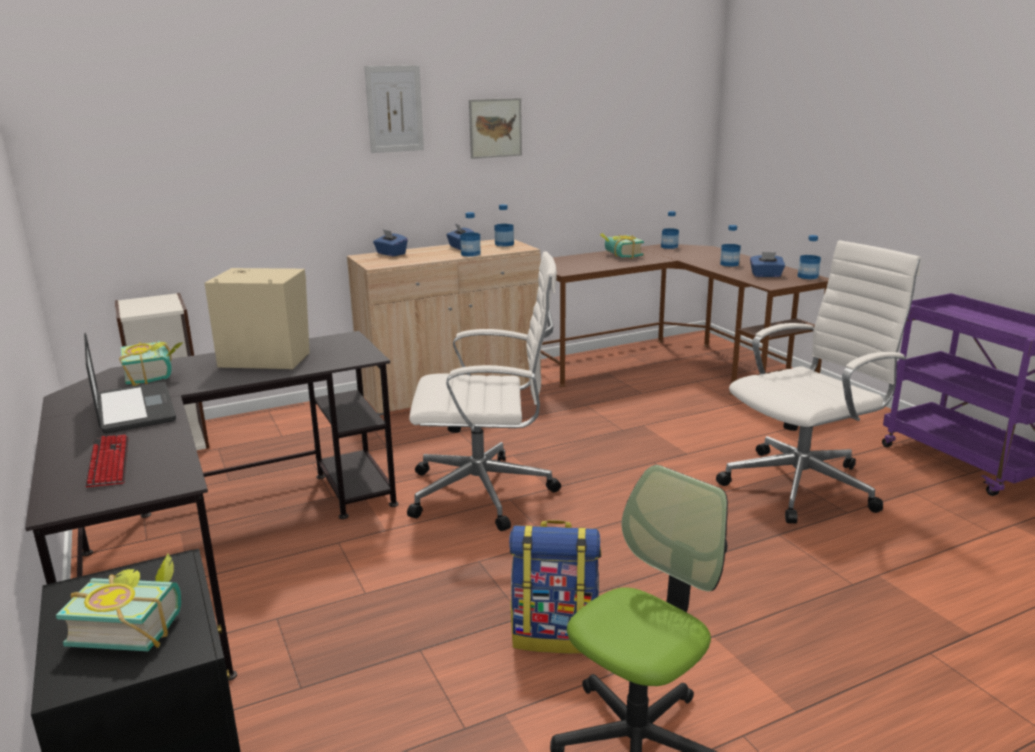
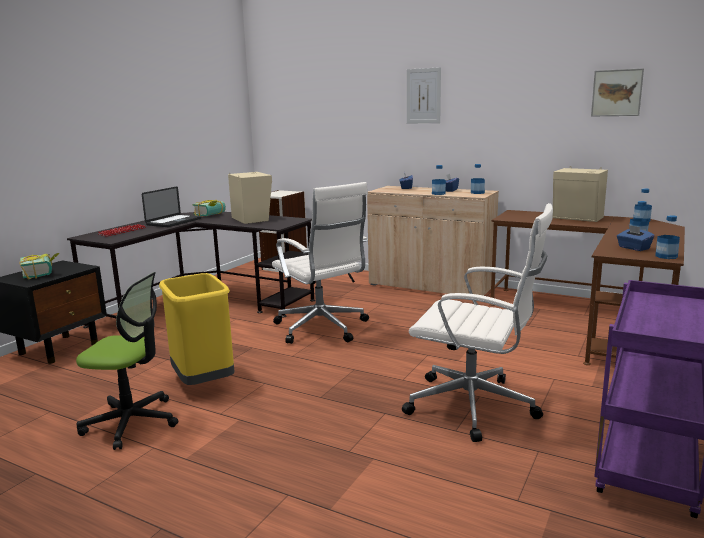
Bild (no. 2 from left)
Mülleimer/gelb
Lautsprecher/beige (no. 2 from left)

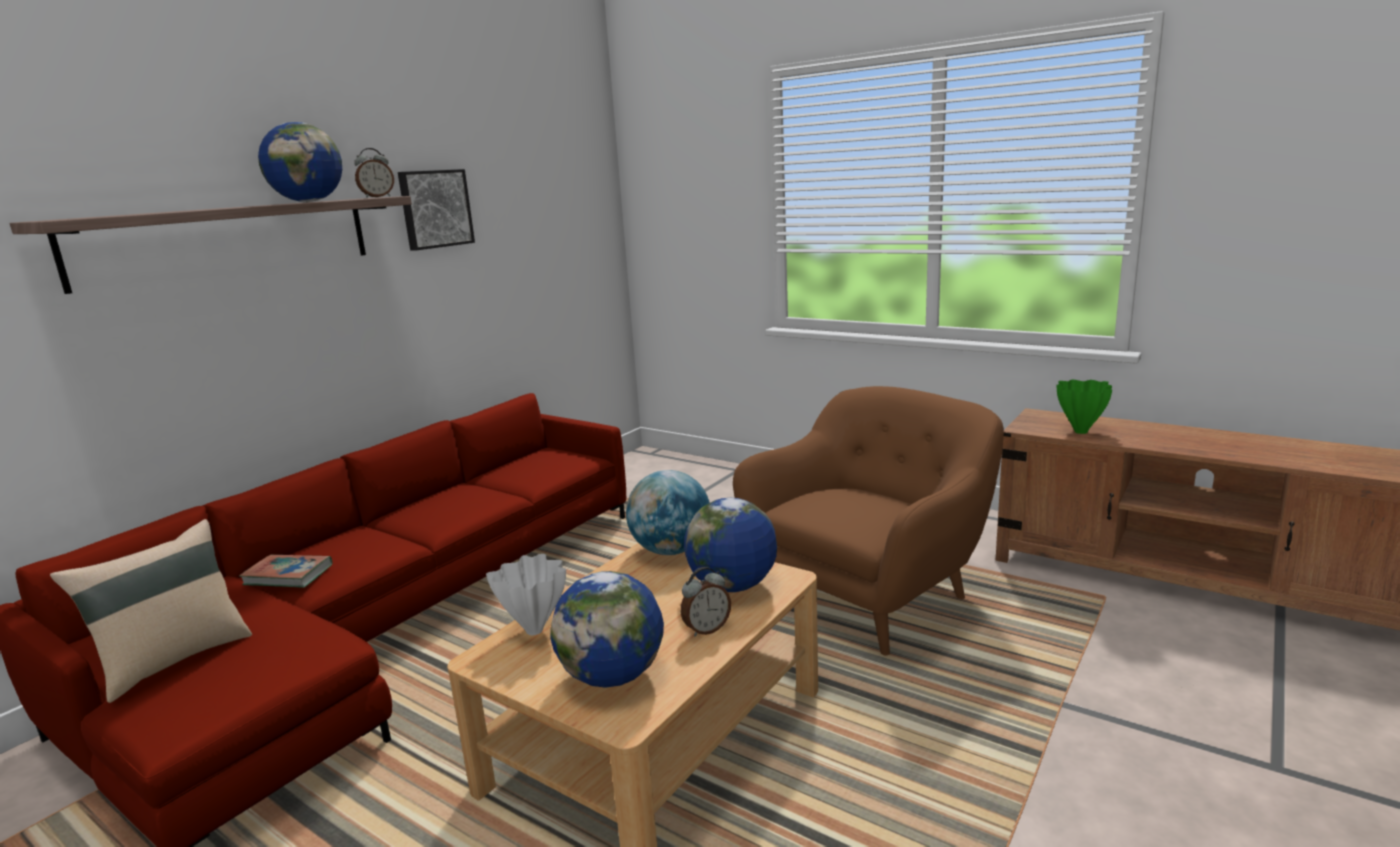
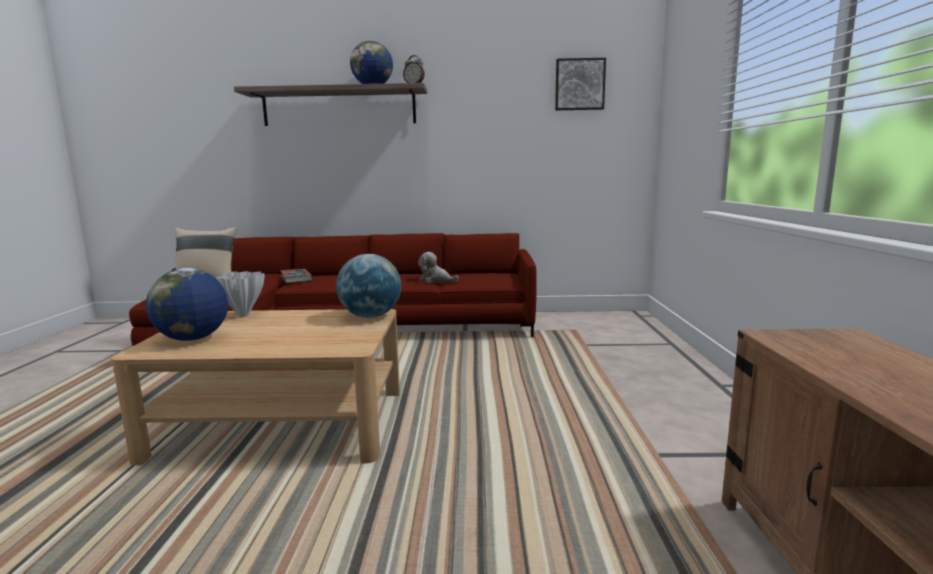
Wecker (no. 2 from left in the first image)
Globus (no. 4 from left in the first image)
Sessel/braun
Vase/grün
Plüschtier
Bild

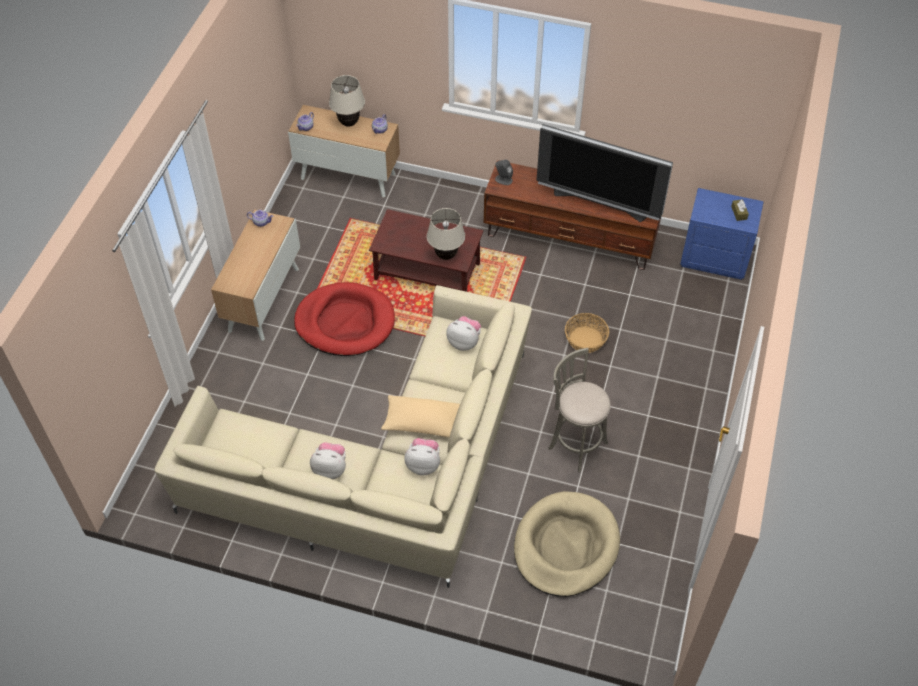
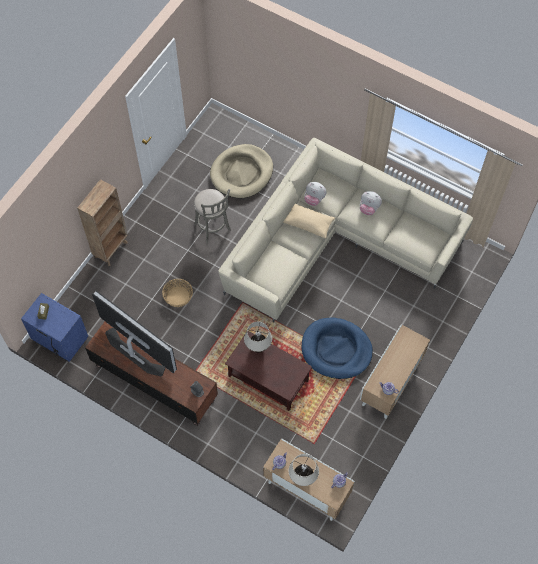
Plüschtier (no. 3 from left in the first image)
Bücherregal/braun
Hundebett/blau

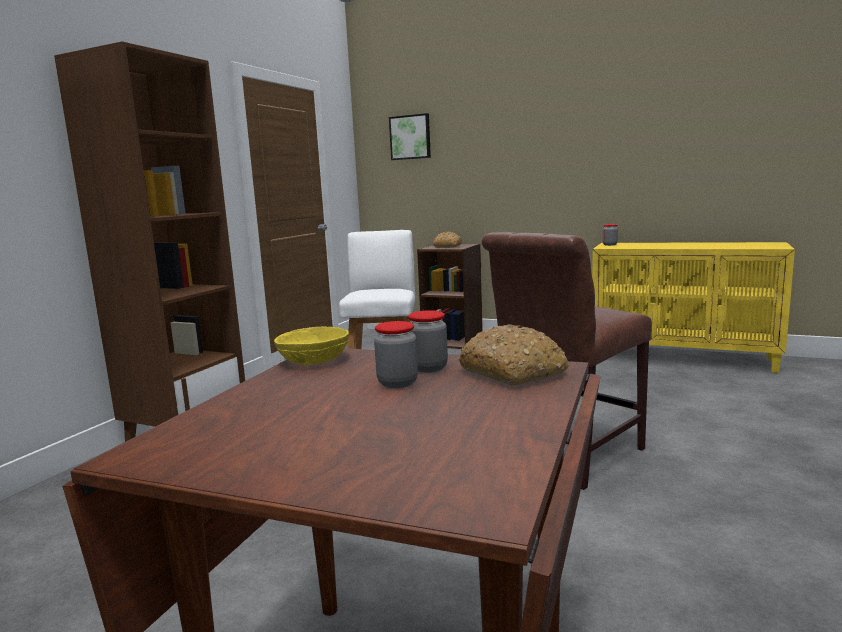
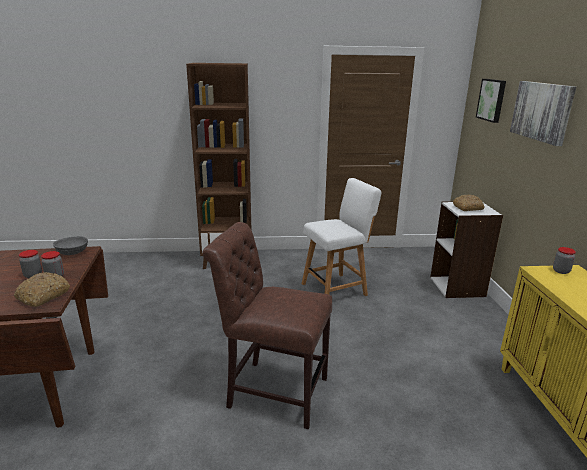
Bild (no. 2 from left)
Schüssel/grau
Bücherregal/weiß

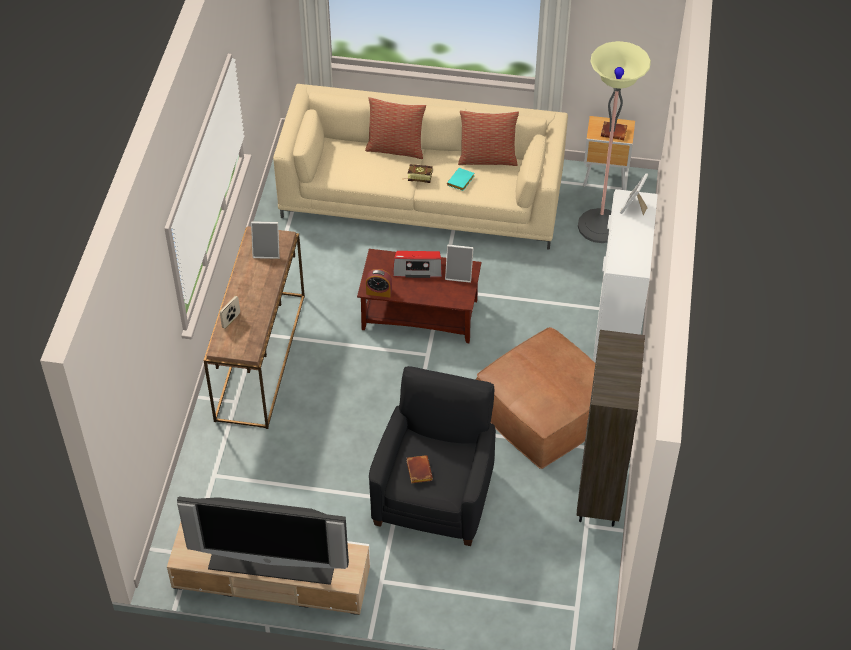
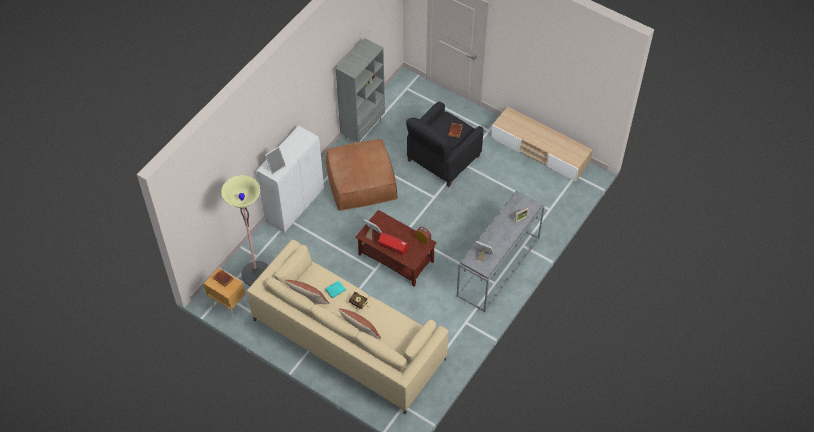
Fernseher
Konsolentisch/grau
Bücherregal/grau

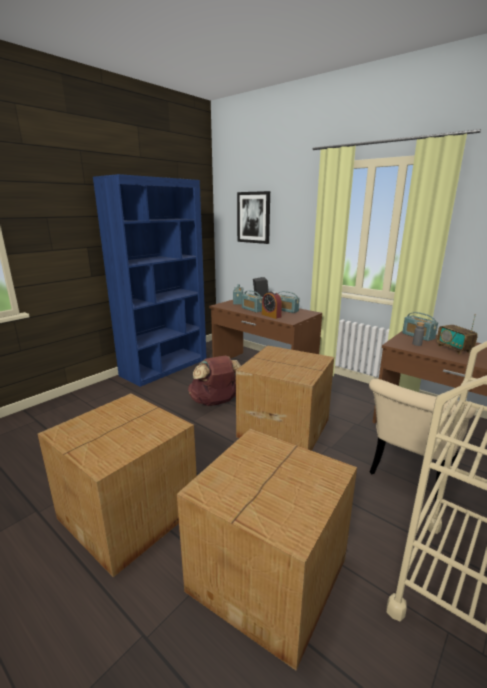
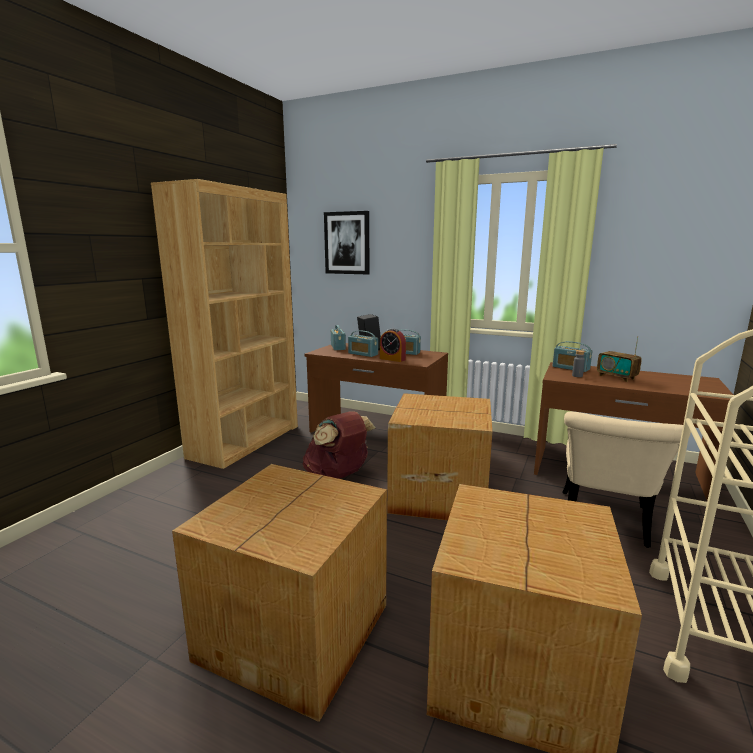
Bücherregal/braun

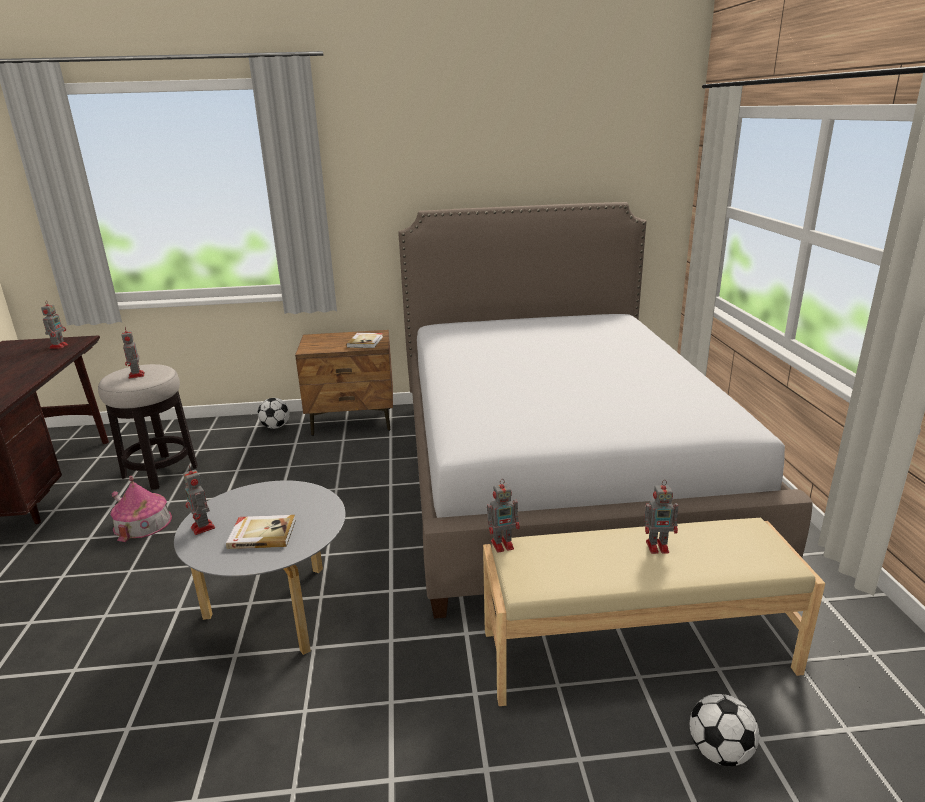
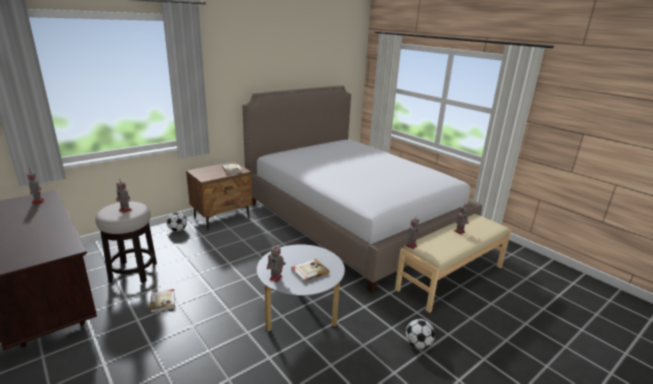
Fußball (no. 2 from left)
Buch (no. 1 from left)

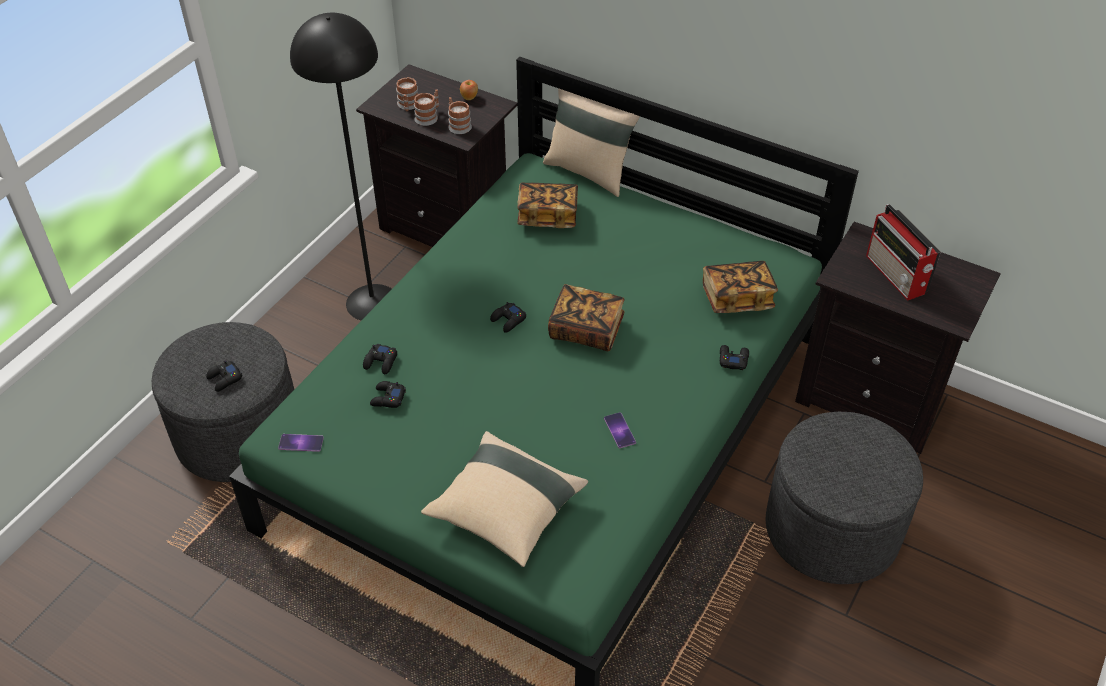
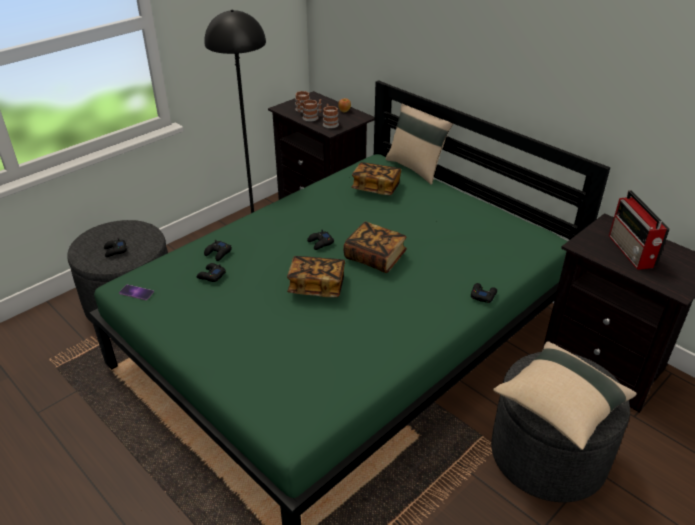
Handy (no. 2 from left in the first image)
Kissen/beige (no. 2 from left)
Buch (no. 1 from left)

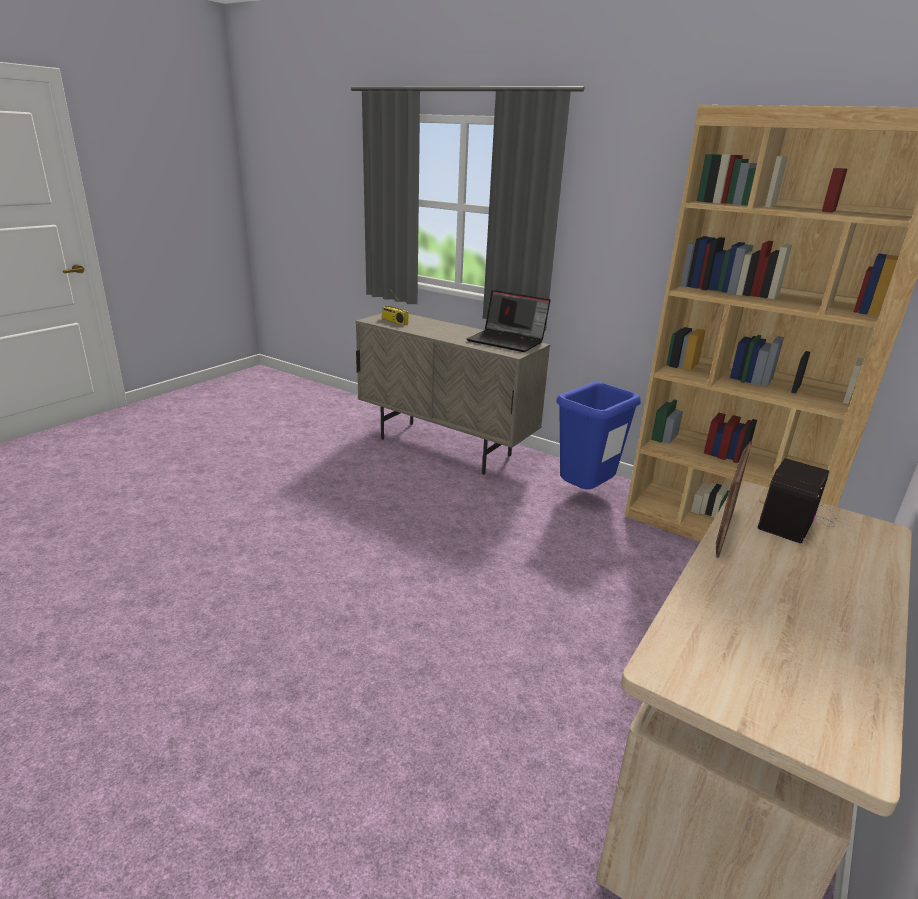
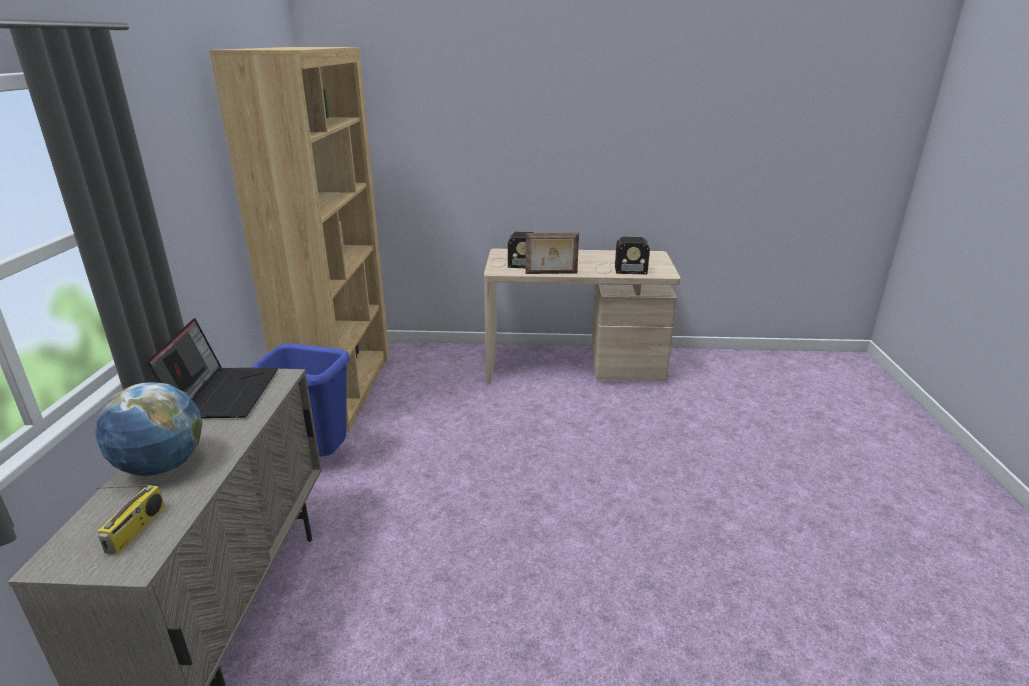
Globus
Radio (no. 3 from left)

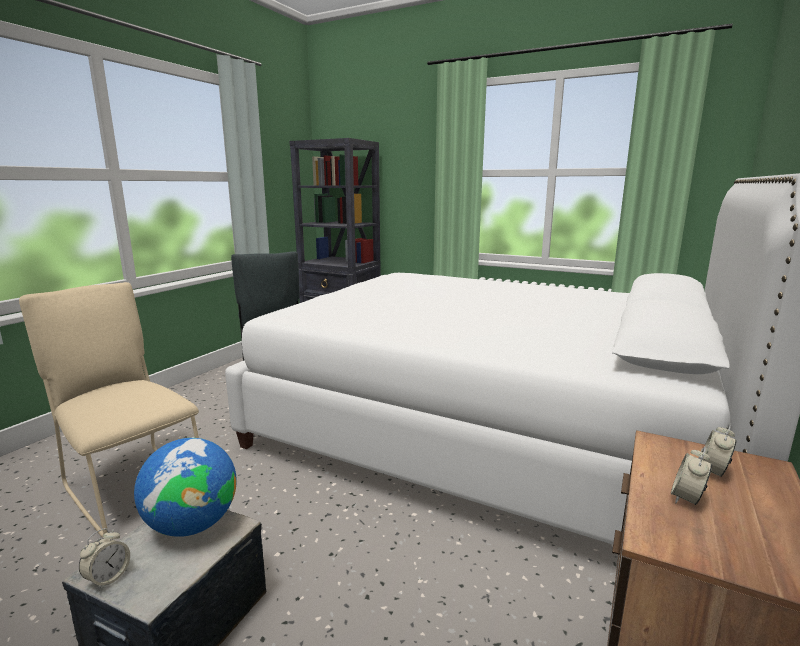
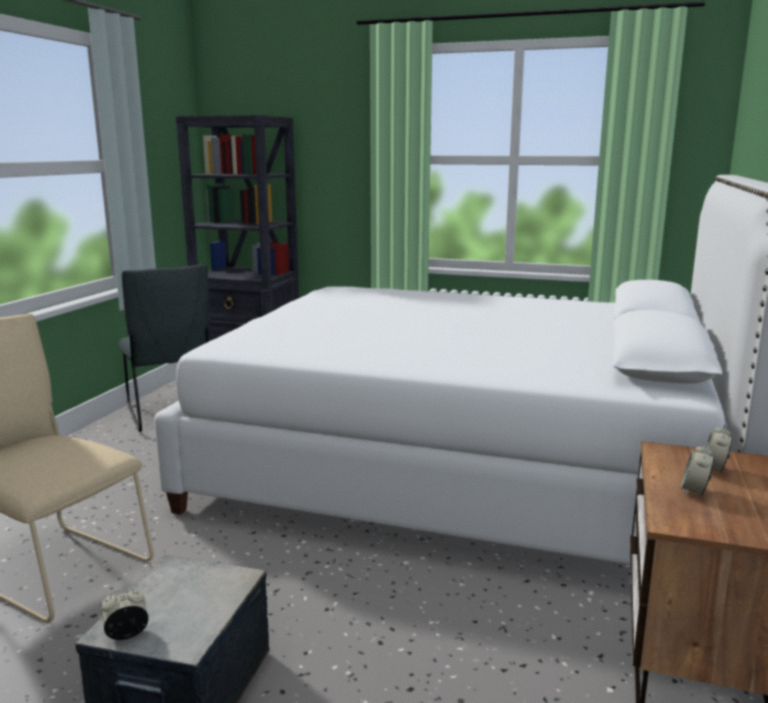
Globus
Wecker (no. 1 from left)

